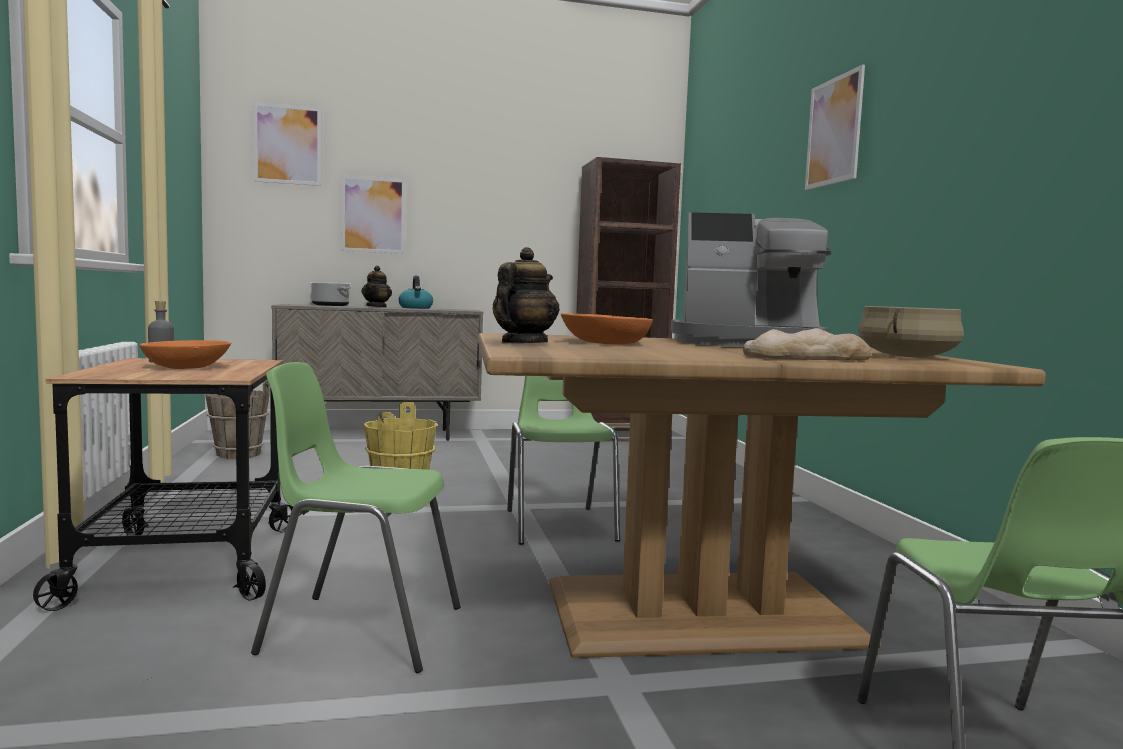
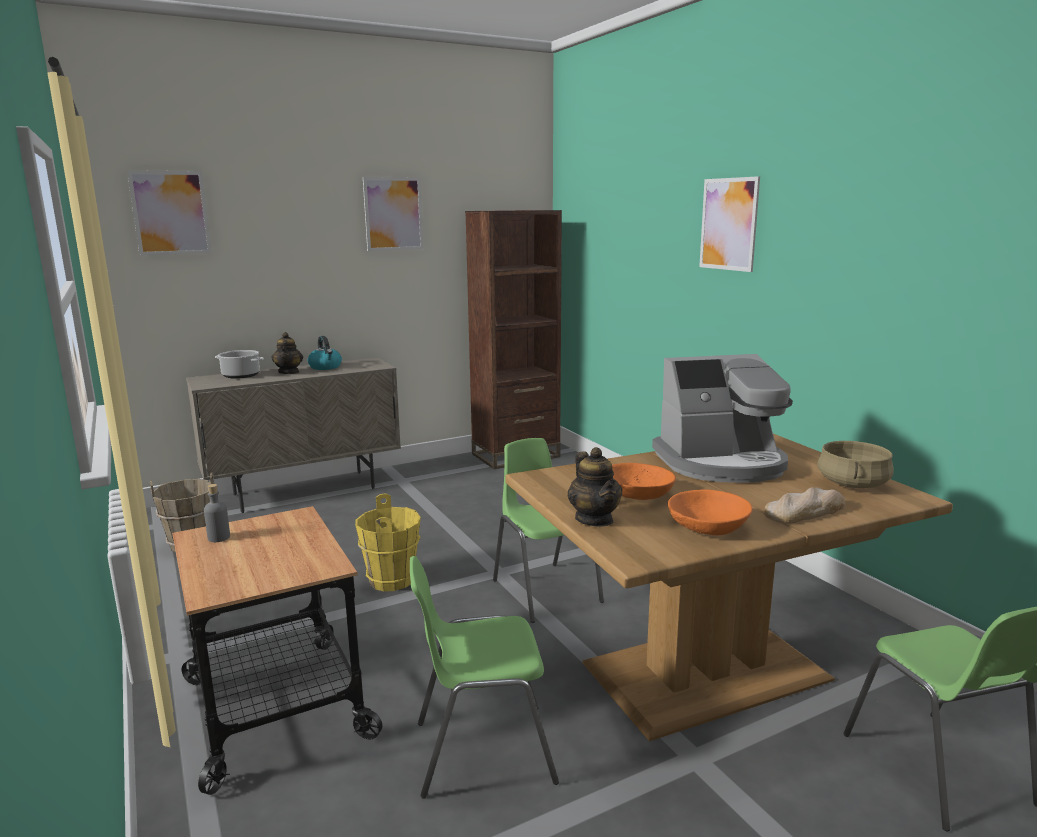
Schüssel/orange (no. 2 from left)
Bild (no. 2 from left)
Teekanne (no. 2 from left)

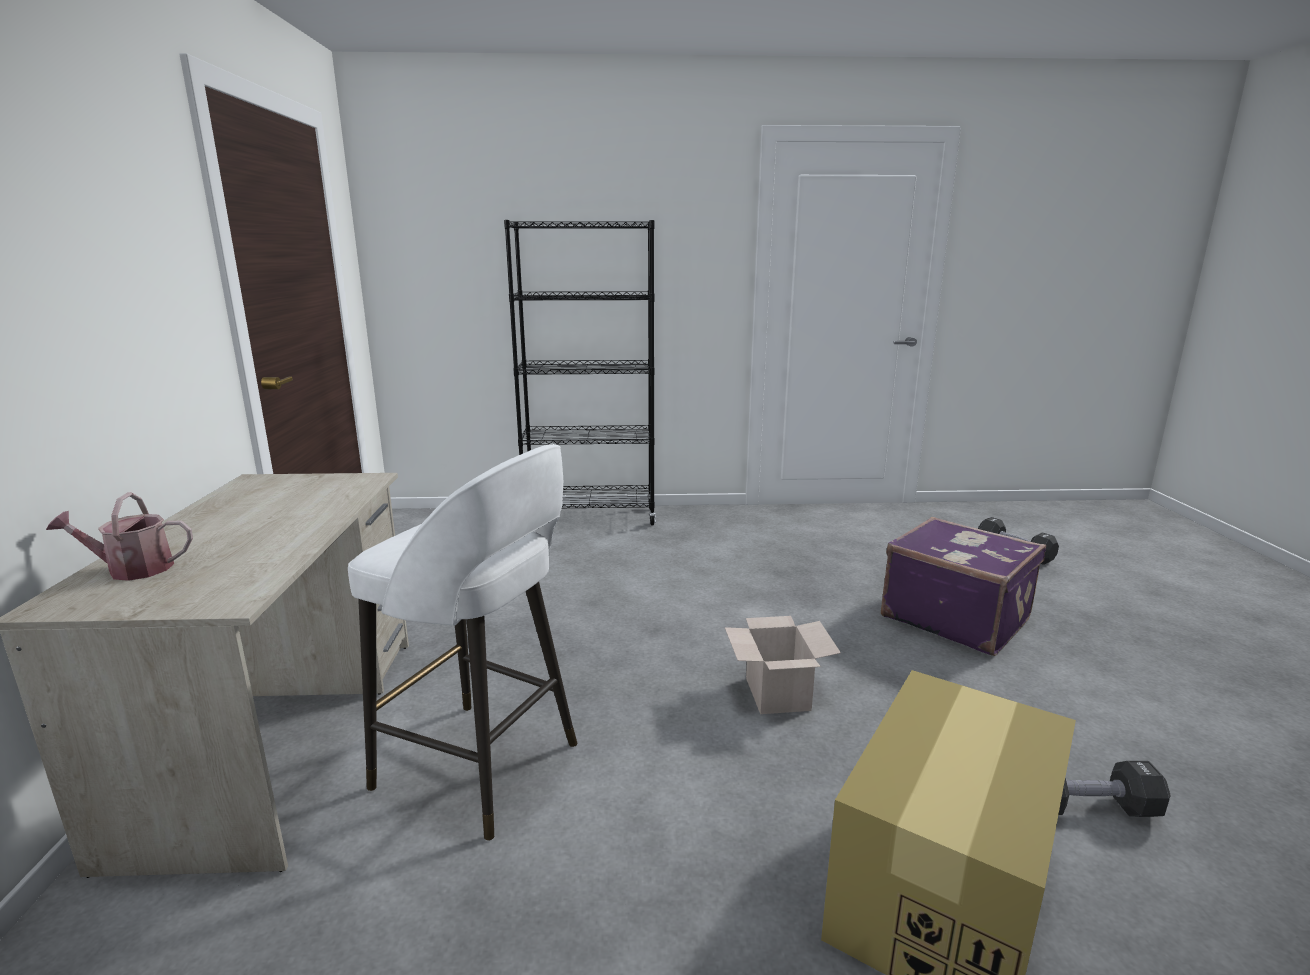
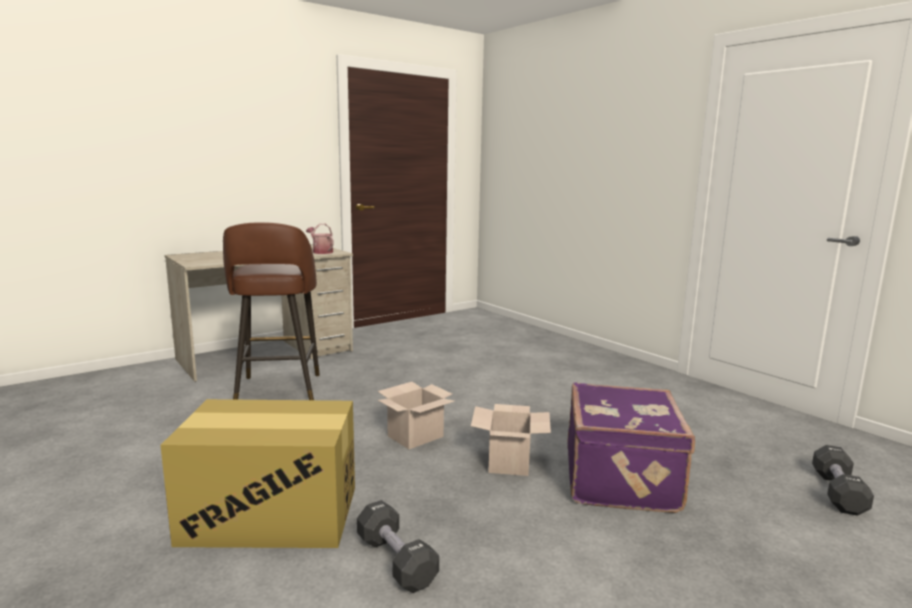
Bücherregal/schwarz
Karton (no. 3 from left)
Gießkanne
Hocker/braun

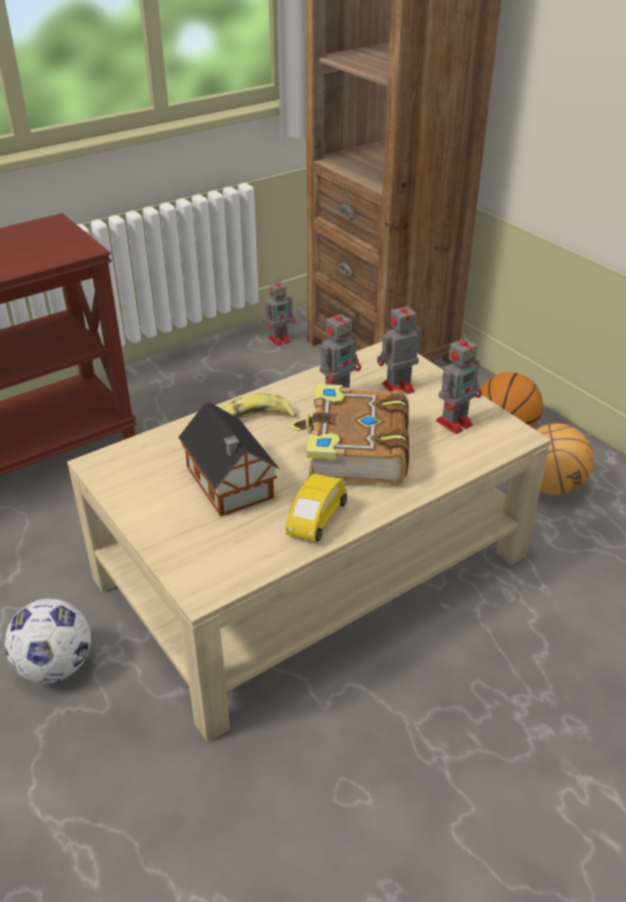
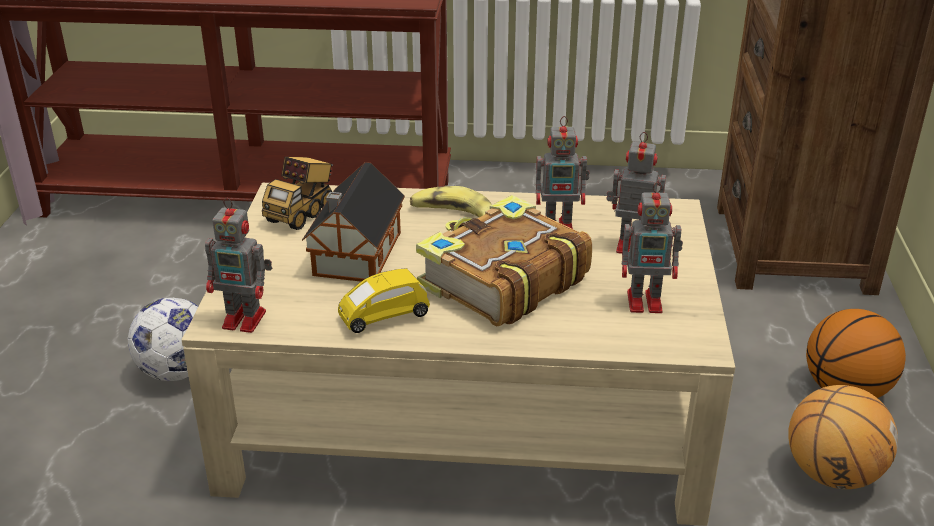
Spielzeuglaster
Spielzeugroboter (no. 1 from left)

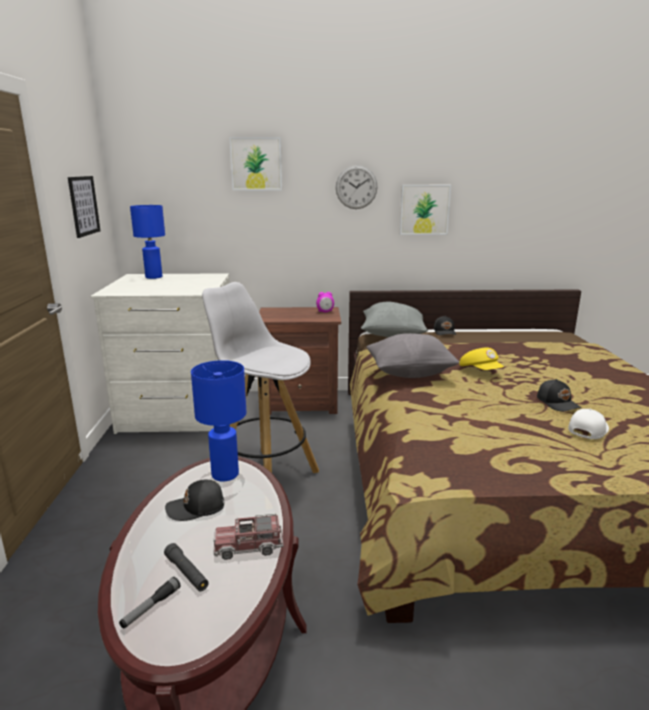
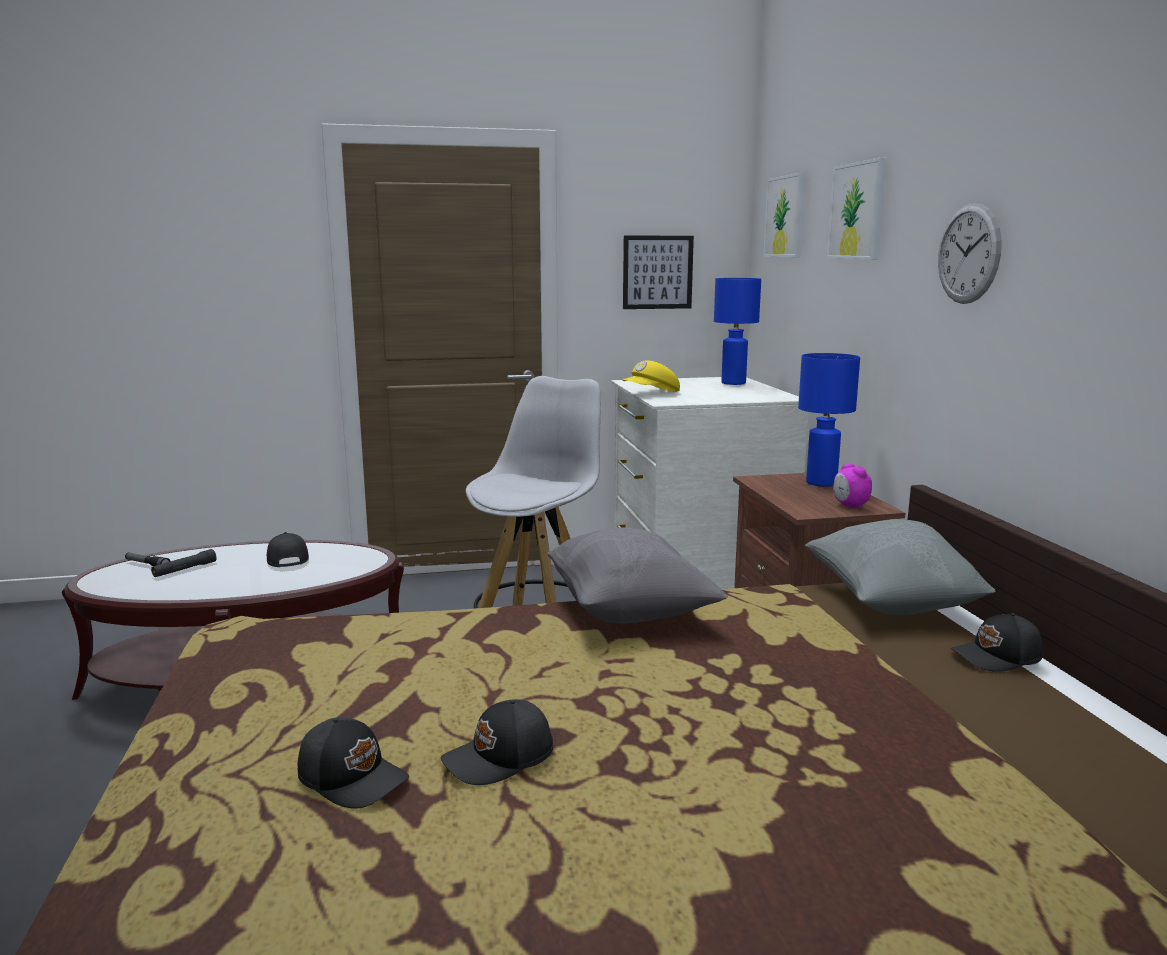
Spielzeuglaster
Tischlampe/blau (no. 2 from left)
Bild (no. 2 from left)
Kappe/gelb
Kappe/schwarz (no. 2 from left)

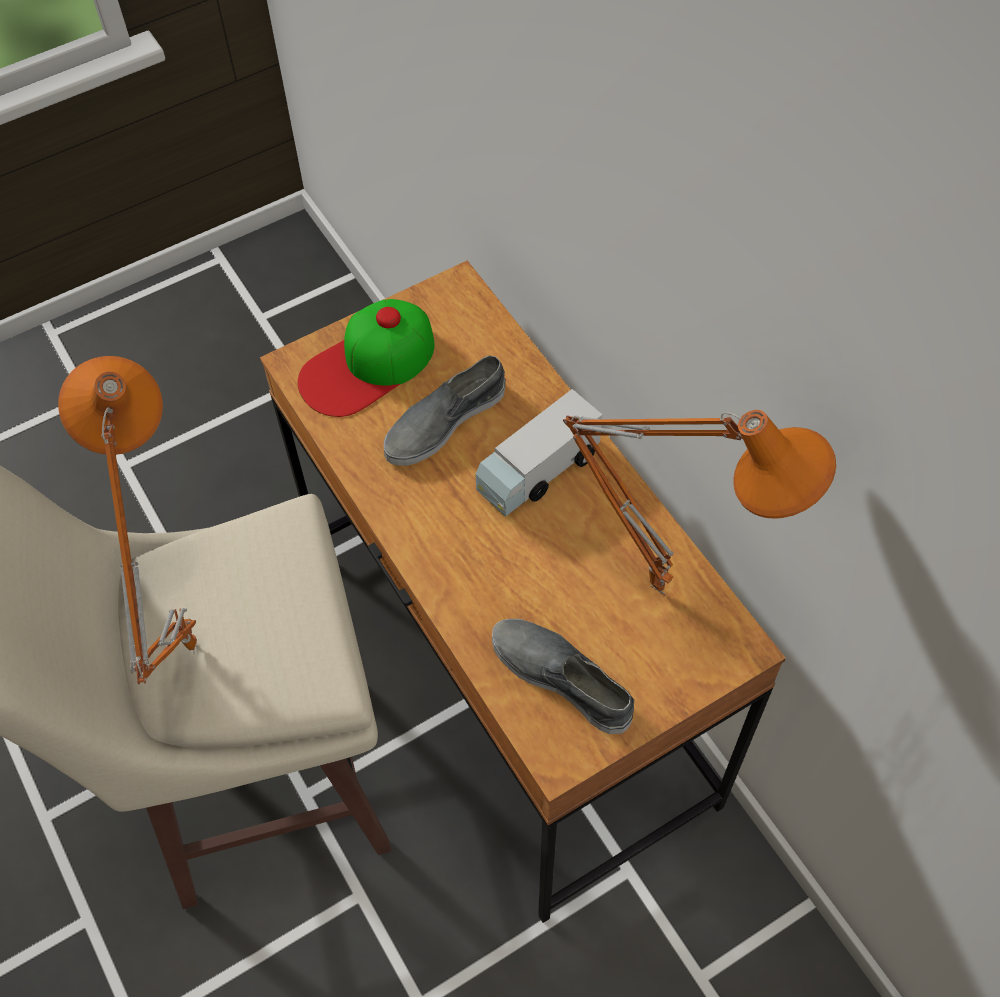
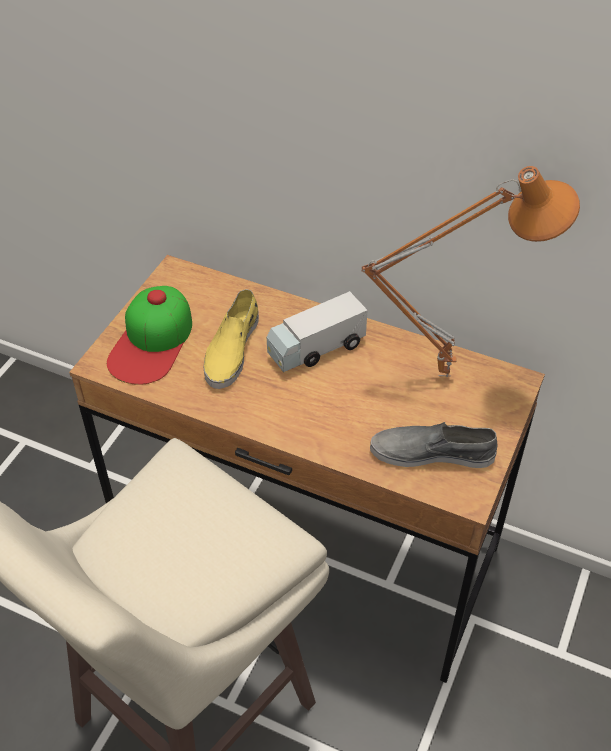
Tischlampe/orange (no. 1 from left in the first image)
Schuh/gelb
Spielzeuglaster

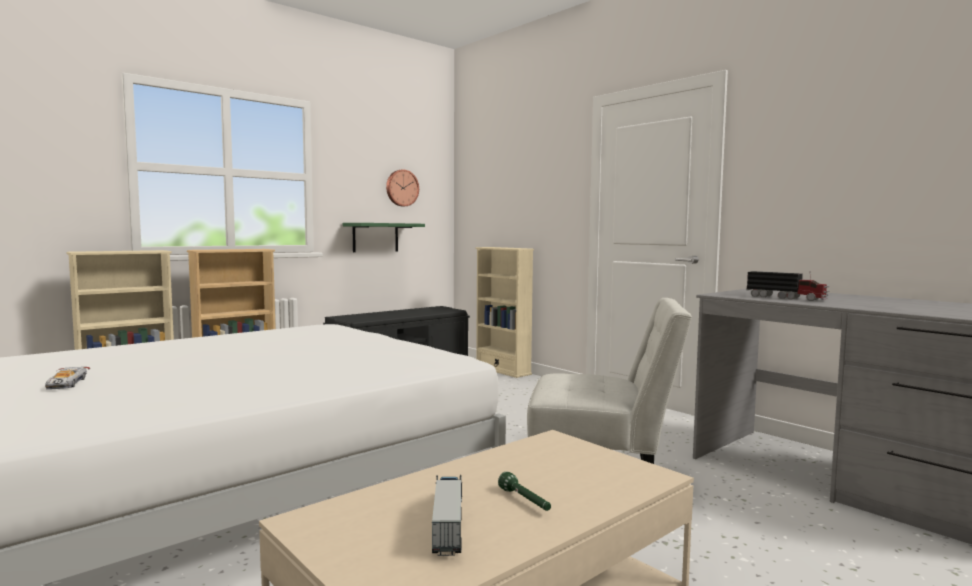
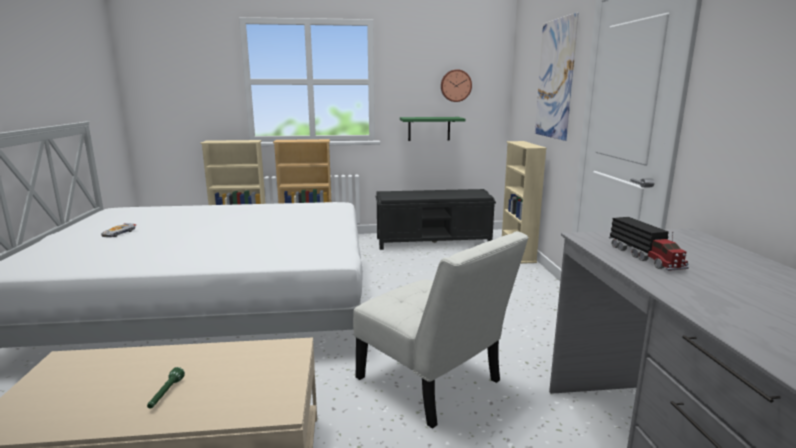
Spielzeuglaster (no. 1 from left in the first image)
Bild

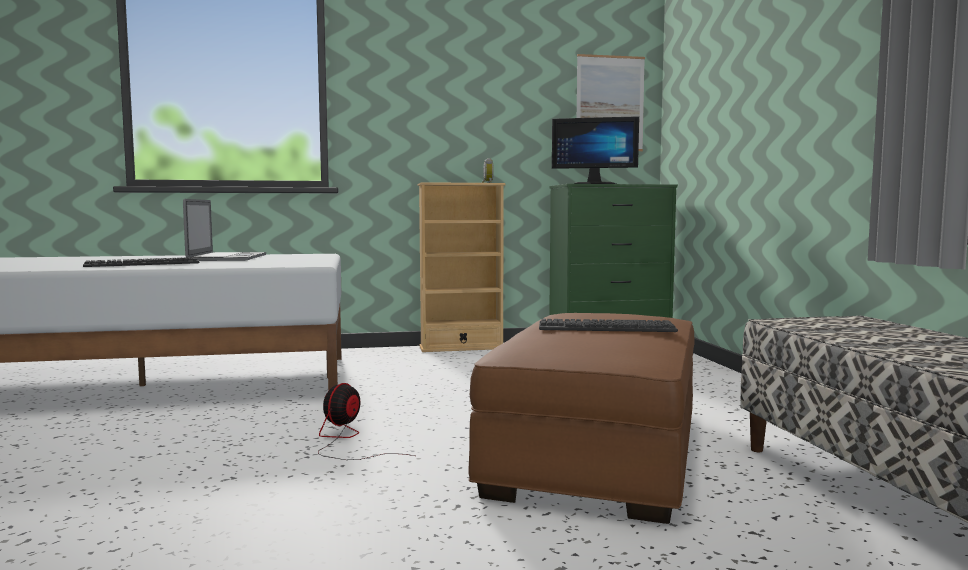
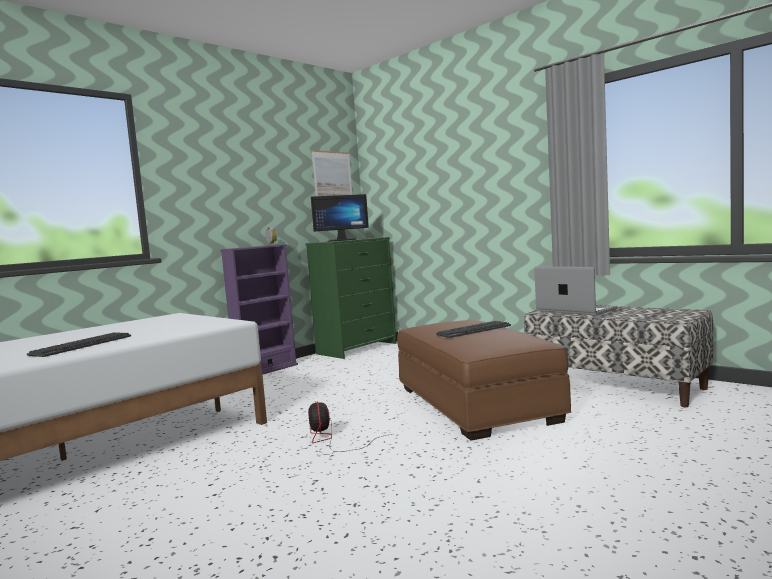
Laptop
Bücherregal/lila

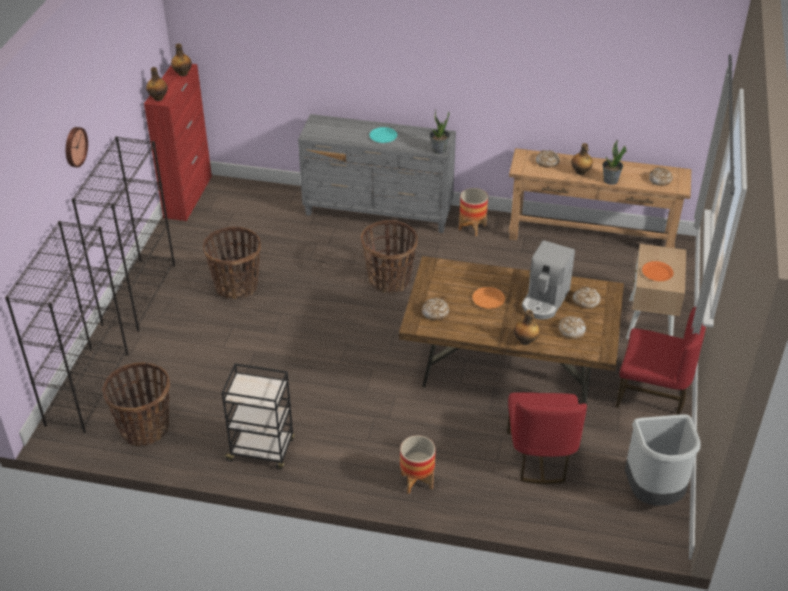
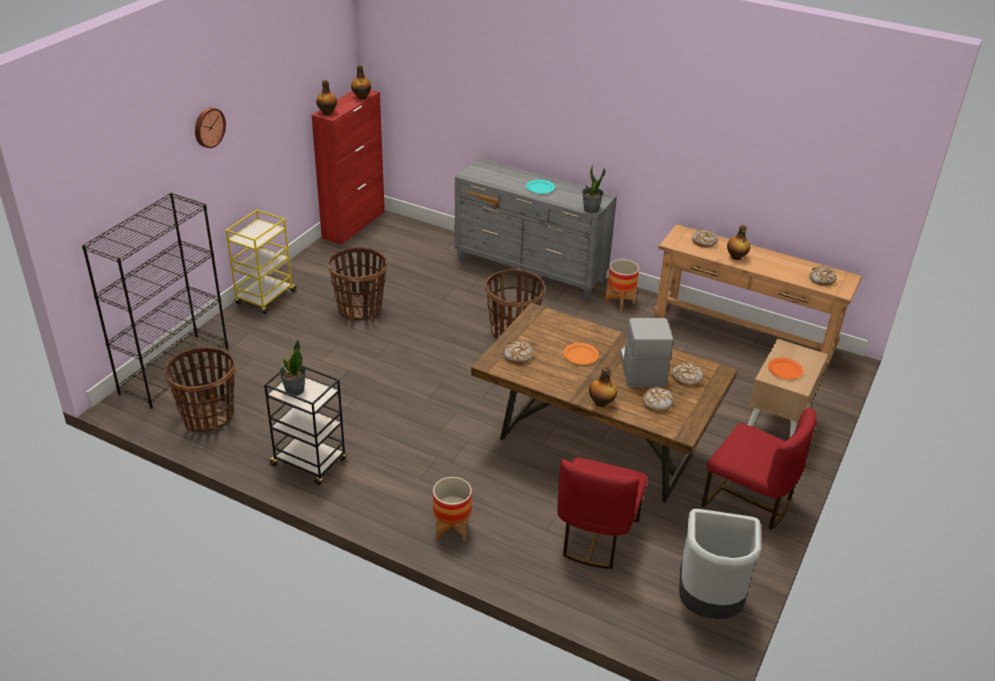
Topfpflanze (no. 1 from left)
Rollwagen/gelb
Kaffeemaschine

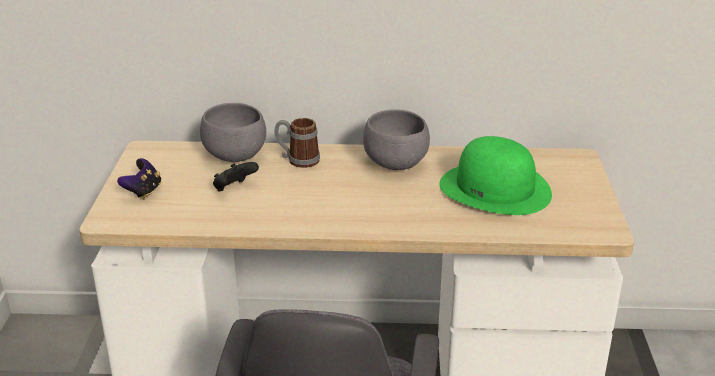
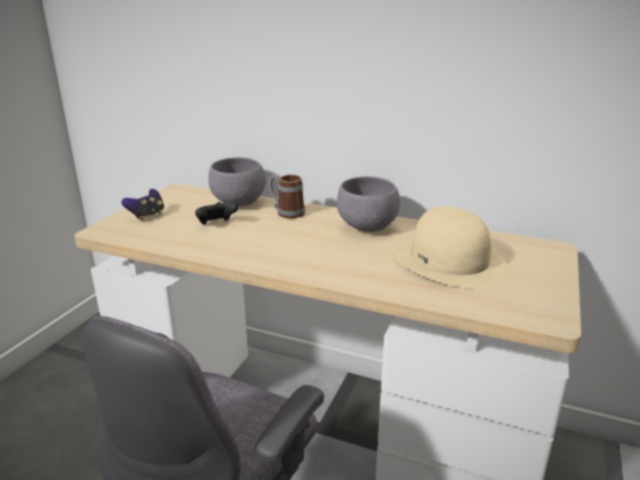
Hut/beige

